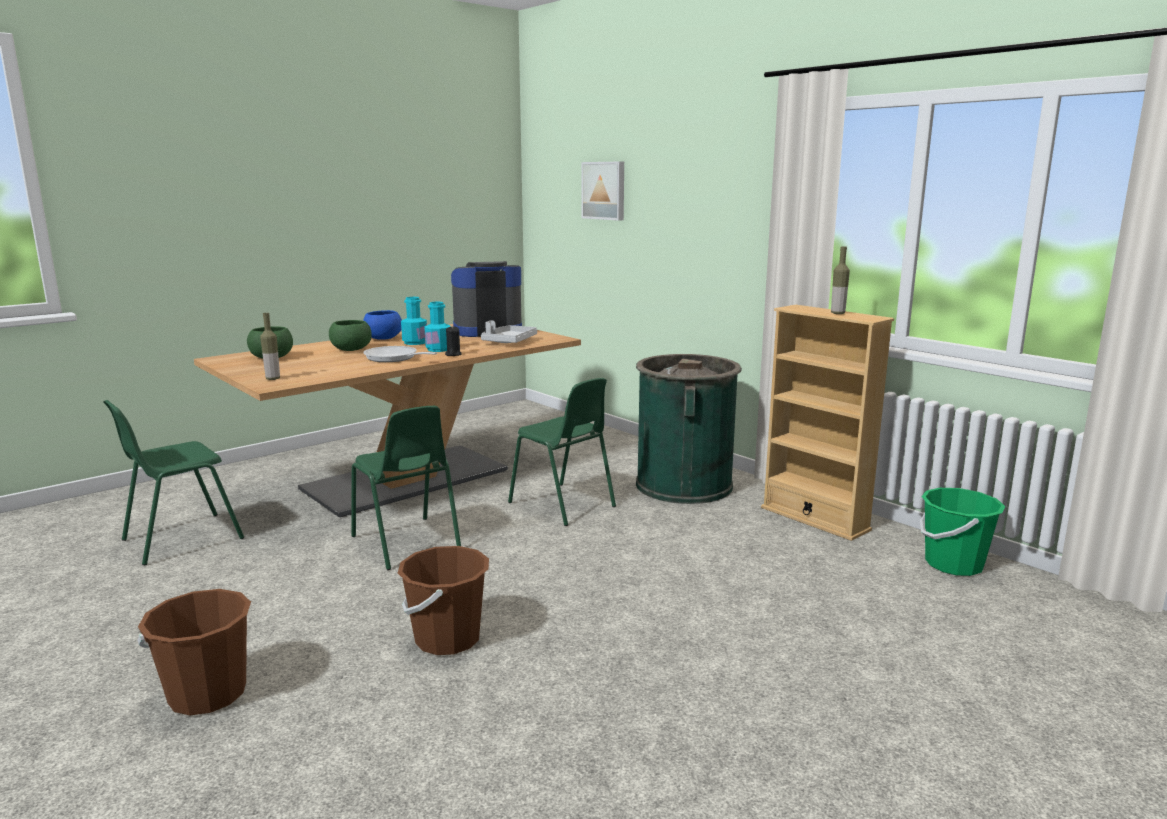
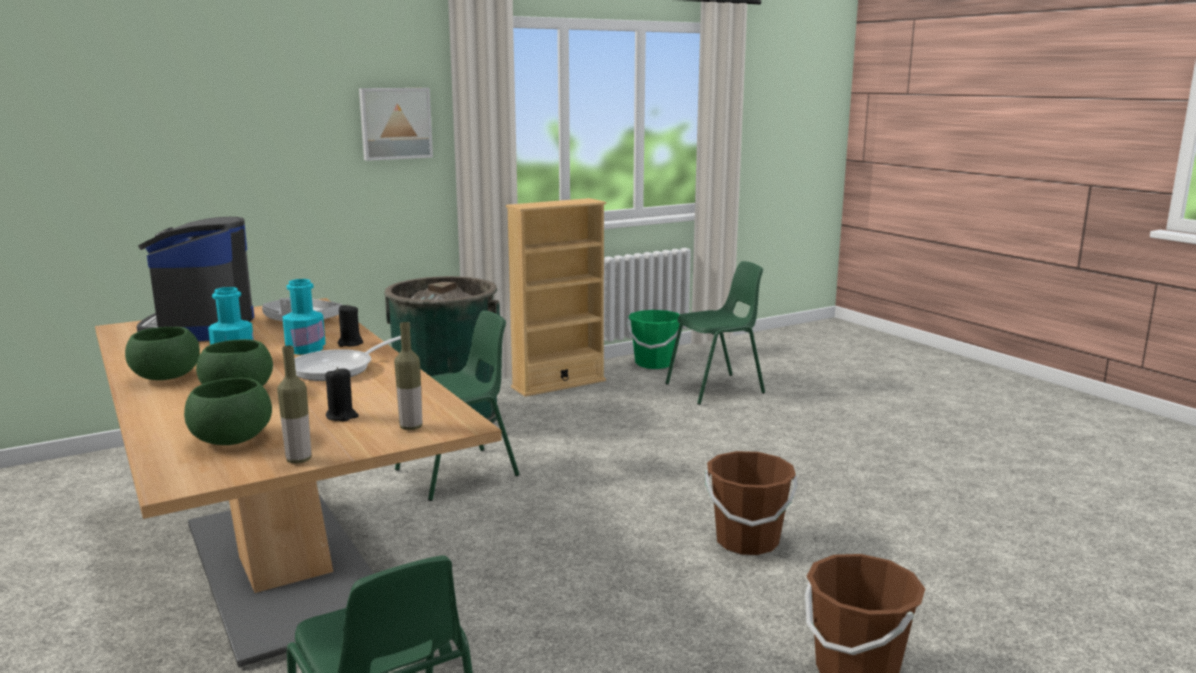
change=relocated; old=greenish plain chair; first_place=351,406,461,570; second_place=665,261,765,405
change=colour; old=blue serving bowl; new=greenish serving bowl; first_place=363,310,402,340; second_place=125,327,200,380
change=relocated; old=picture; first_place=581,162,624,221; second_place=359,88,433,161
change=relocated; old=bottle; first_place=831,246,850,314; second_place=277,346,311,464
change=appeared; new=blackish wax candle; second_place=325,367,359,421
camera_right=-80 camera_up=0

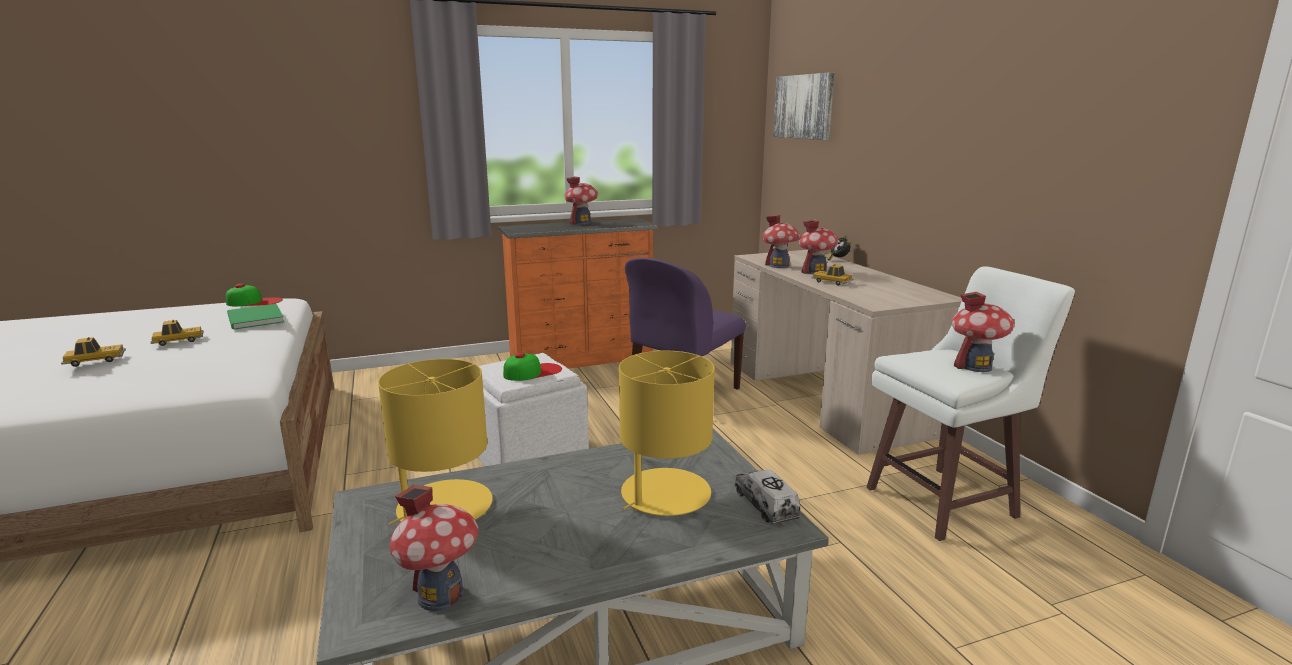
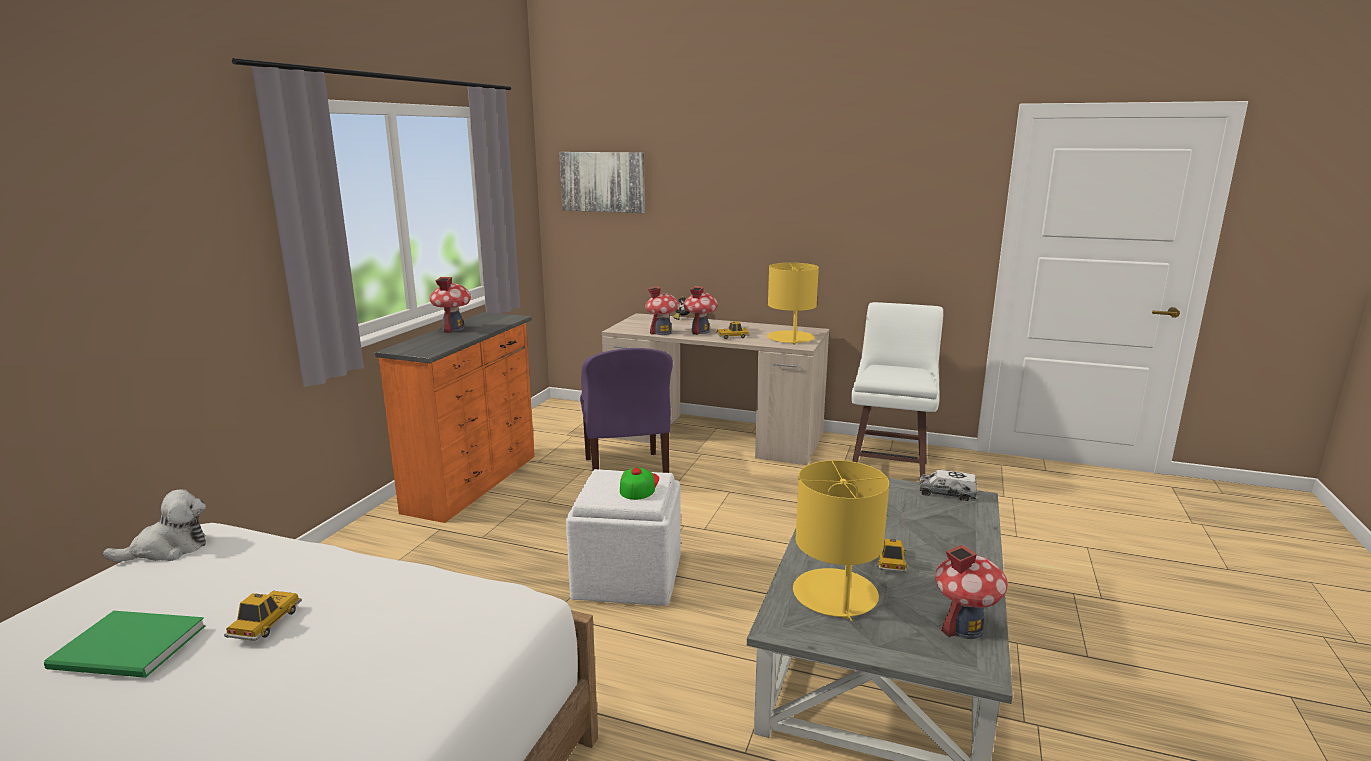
change=relocated; old=model car; first_place=61,337,126,367; second_place=877,539,907,573
change=exchanged; old=baseball cap; new=cuddly toy; first_place=226,284,283,306; second_place=103,489,206,562
change=relocated; old=greenish bound book; first_place=227,304,284,330; second_place=44,611,205,678
change=relocated; old=yellowish lamp for a table; first_place=619,351,715,516; second_place=767,263,819,345
change=missing; old=toy house; first_place=952,292,1015,372
camera_right=-50 camera_up=0

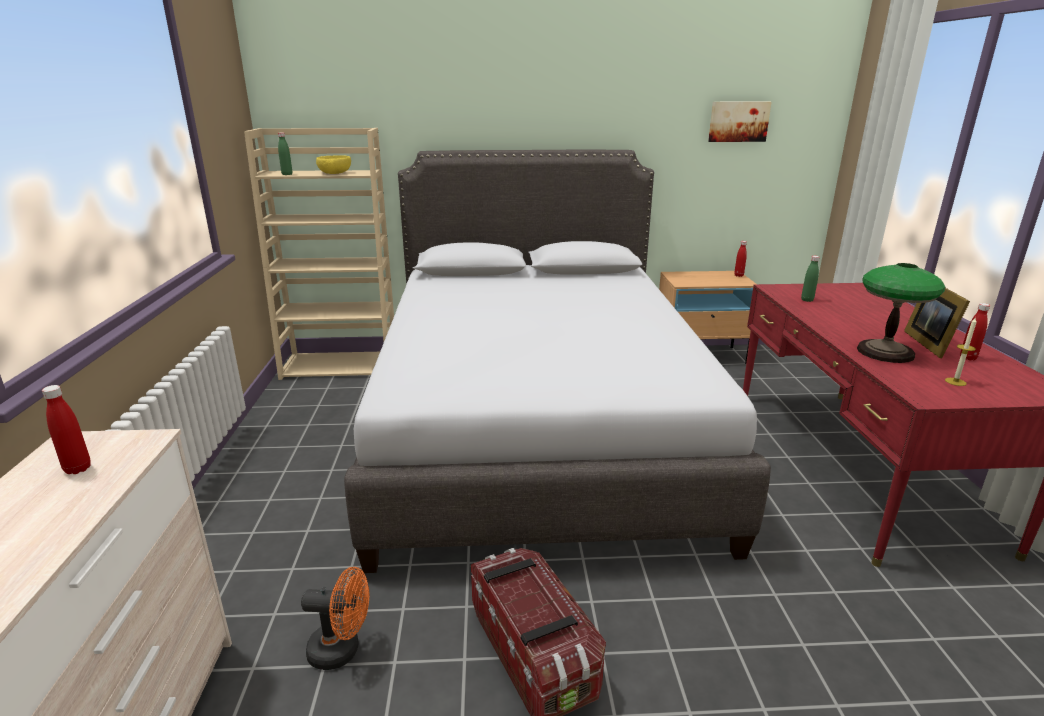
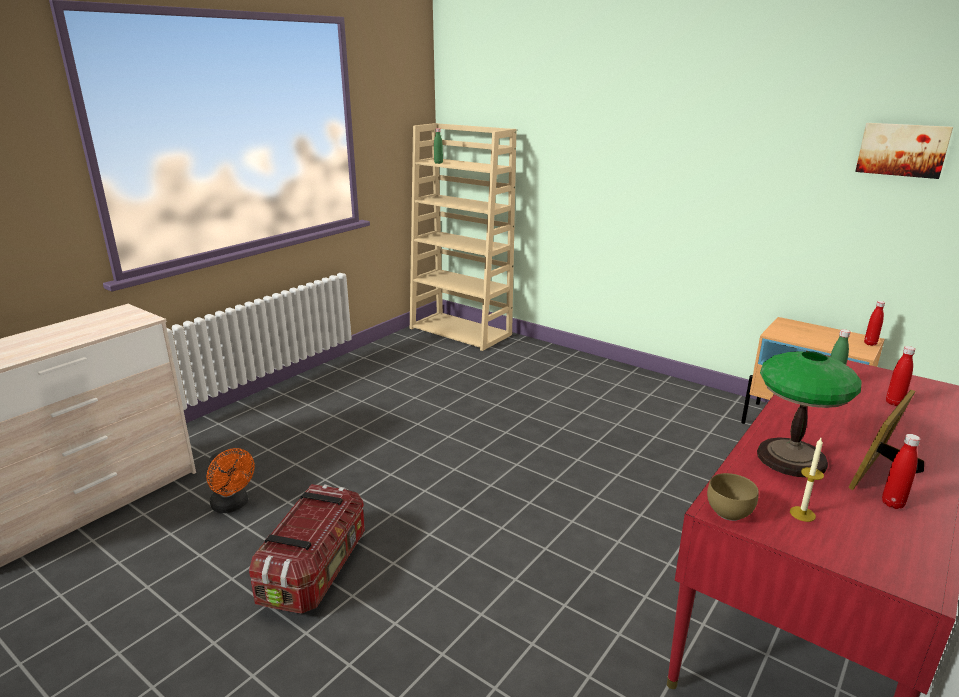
change=relocated; old=red bottle; first_place=42,385,91,474; second_place=886,346,915,406
change=missing; old=yellowish serving bowl; first_place=316,155,351,174
change=missing; old=gray sleeping bed; first_place=344,150,771,573
change=appeared; new=brown serving bowl; second_place=707,473,759,521
camera_right=40 camera_up=0

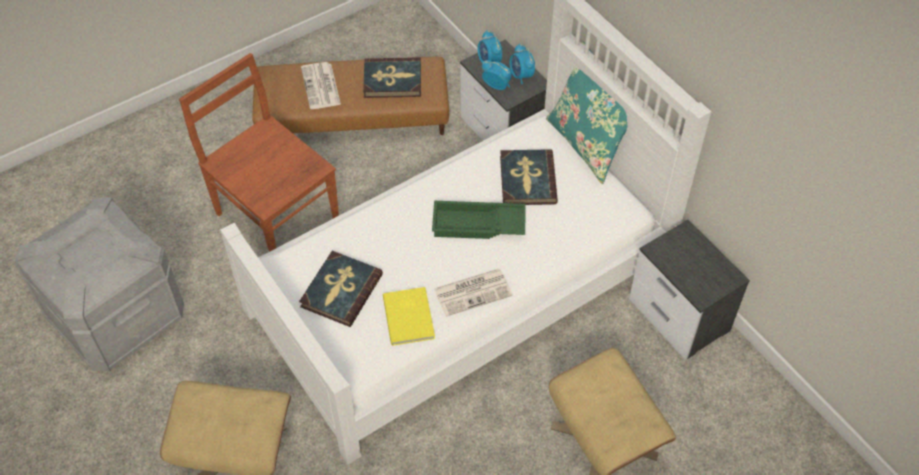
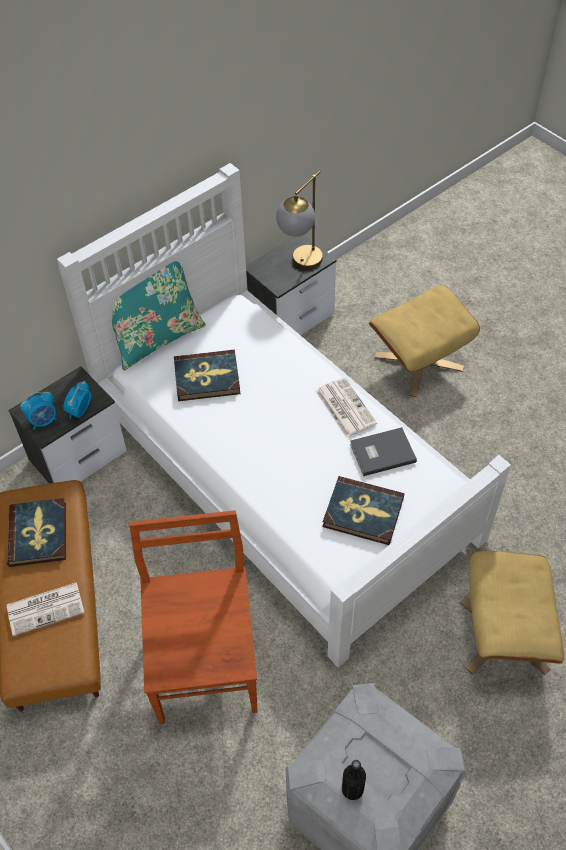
change=spun; old=brown plain chair; first_place=179,53,339,252; second_place=129,510,257,724; degrees=135
change=colour; old=yellowish bound book; new=gray bound book; first_place=383,287,435,346; second_place=350,427,417,476
change=missing; old=greenish carrying tray; first_place=432,201,526,239
change=missing; old=bedside clock; first_place=510,43,535,84
change=appeared; new=lamp for a table; second_place=276,171,323,269
change=appeared; new=blackish bottle; second_place=342,760,366,800
camera_right=-95 camera_up=0

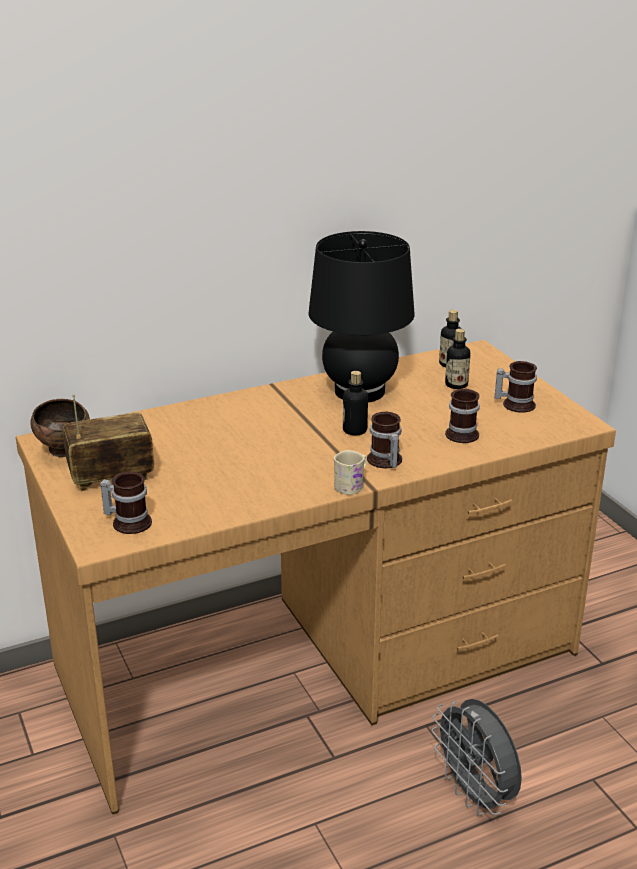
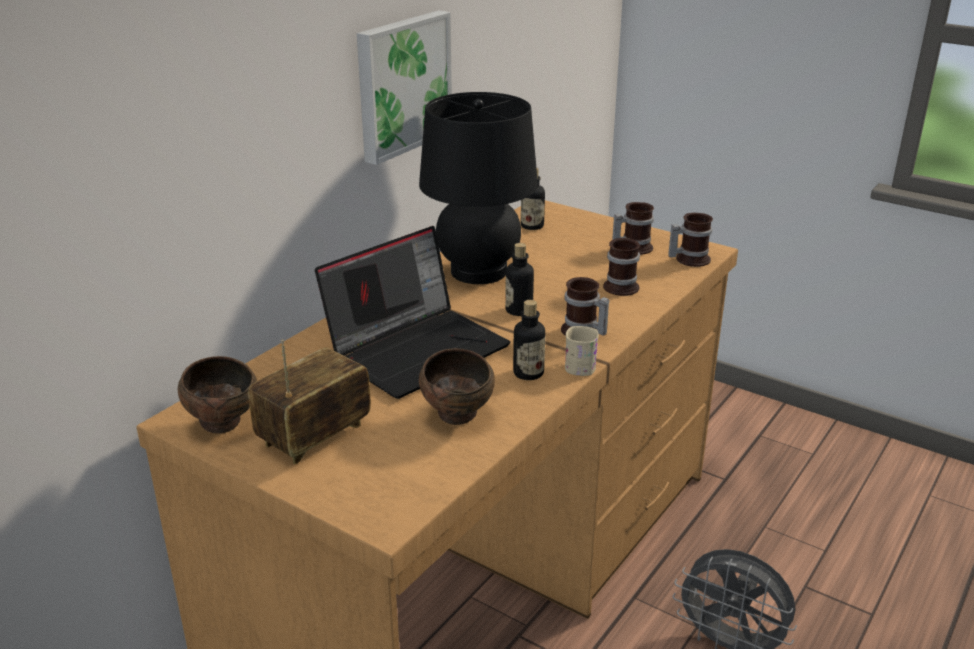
change=relocated; old=tea mug; first_place=100,471,152,534; second_place=668,213,713,267
change=relocated; old=bottle; first_place=445,329,470,389; second_place=513,300,545,380
change=appeared; new=notebook computer; second_place=315,226,510,399
change=appeared; new=picture; second_place=357,10,452,165
change=appeared; new=brown serving bowl; second_place=419,348,495,425
camera_right=-30 camera_up=0

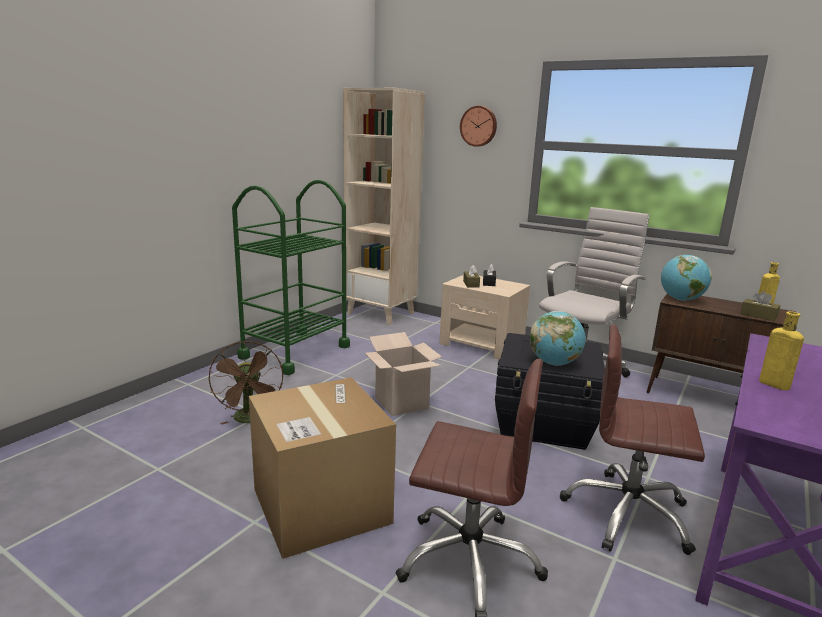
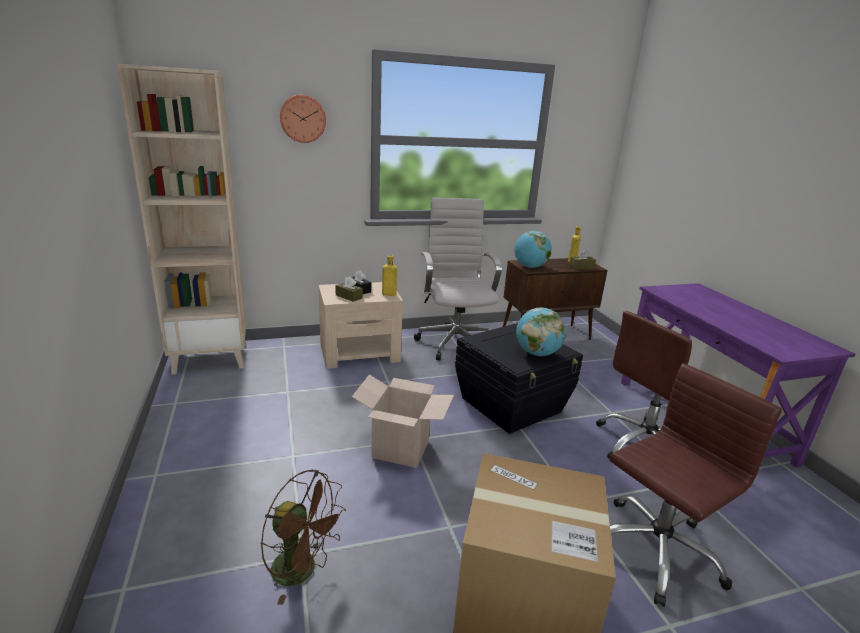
change=missing; old=greenish cart; first_place=232,180,350,375
change=relocated; old=yellowish bottle; first_place=759,311,804,390; second_place=382,255,397,296
camera_right=-50 camera_up=5

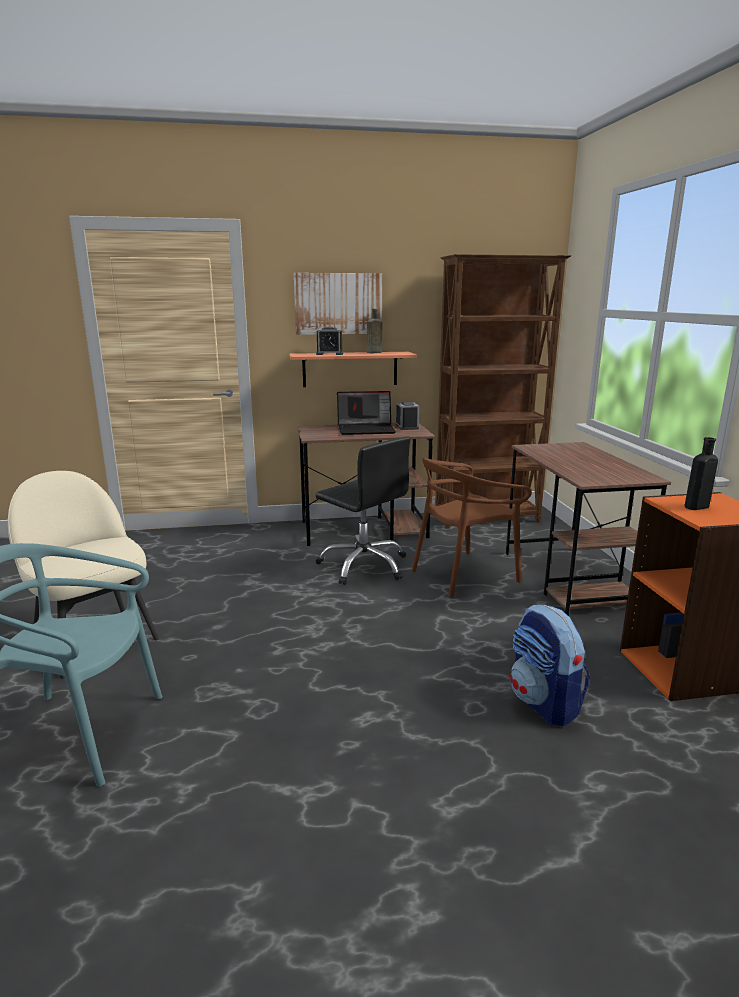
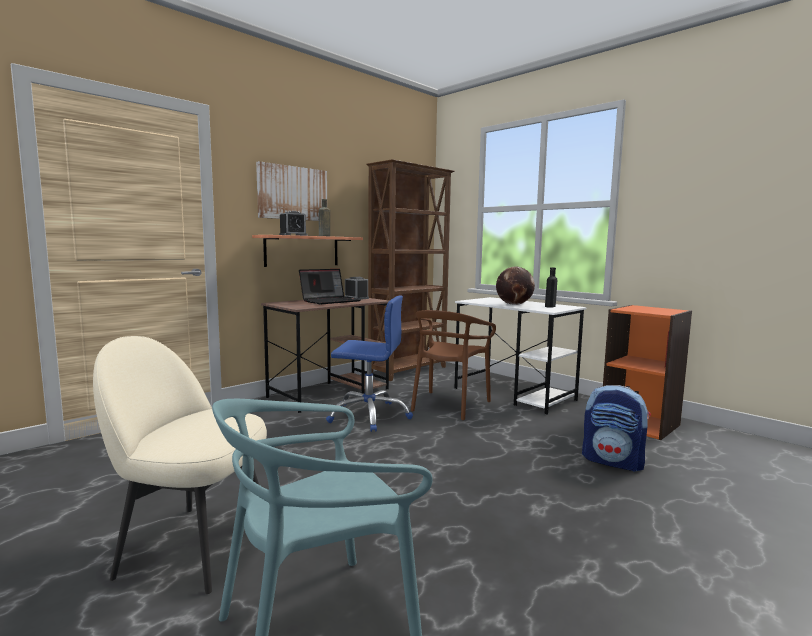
change=colour; old=blackish office chair; new=blue office chair; first_place=316,436,411,585; second_place=326,295,413,432
change=colour; old=brown desk; new=white desk; first_place=506,442,671,616; second_place=455,297,586,415
change=relocated; old=blackish bottle; first_place=685,437,718,510; second_place=545,267,557,308
change=appeared; new=globe; second_place=496,267,535,305
camera_right=-35 camera_up=-10

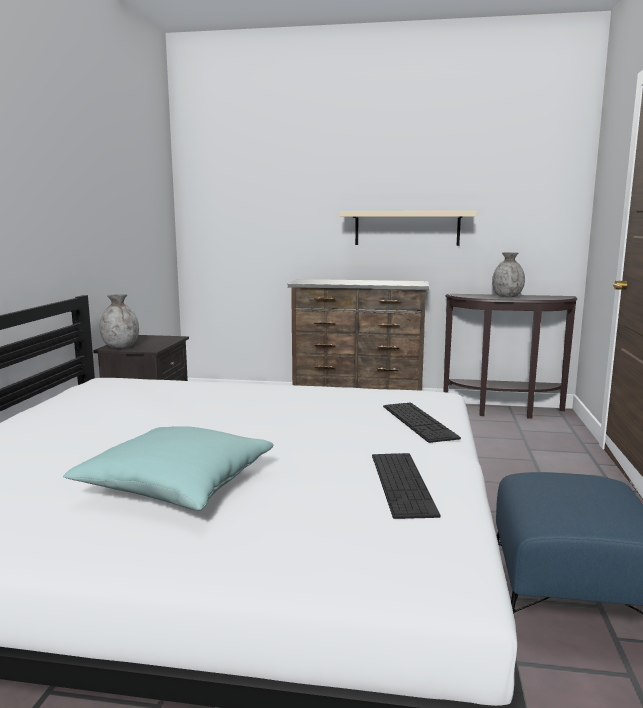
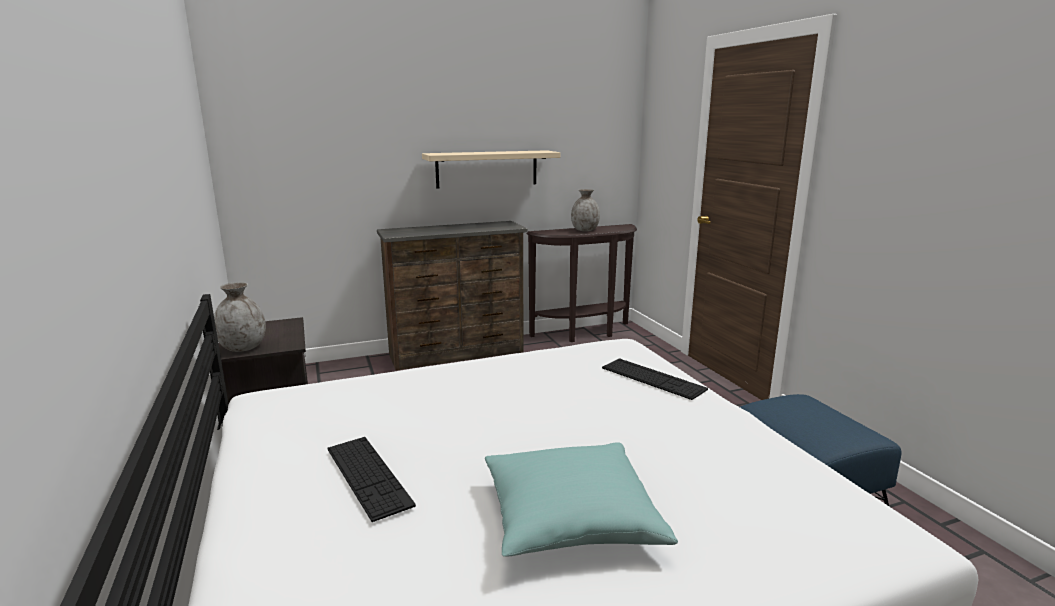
change=relocated; old=PC keyboard; first_place=372,453,440,519; second_place=327,437,416,522
camera_right=-30 camera_up=5

